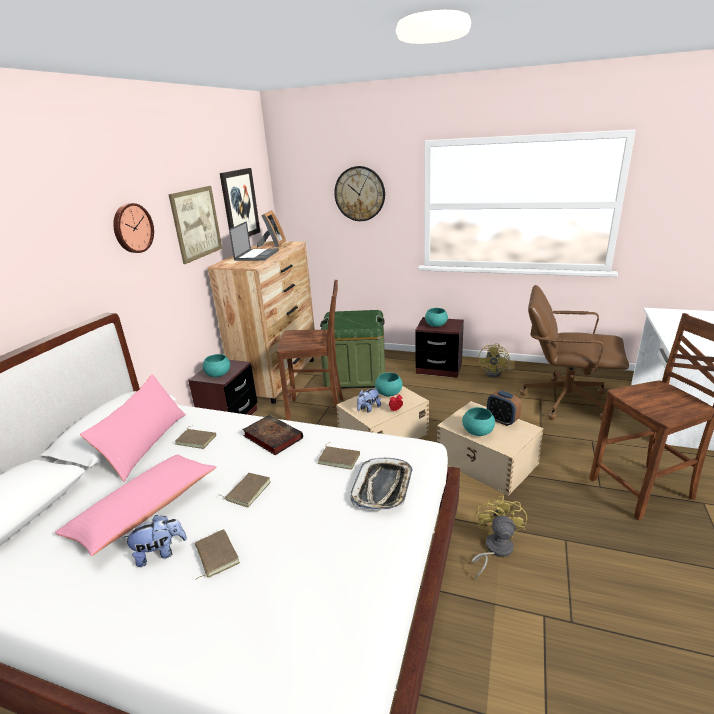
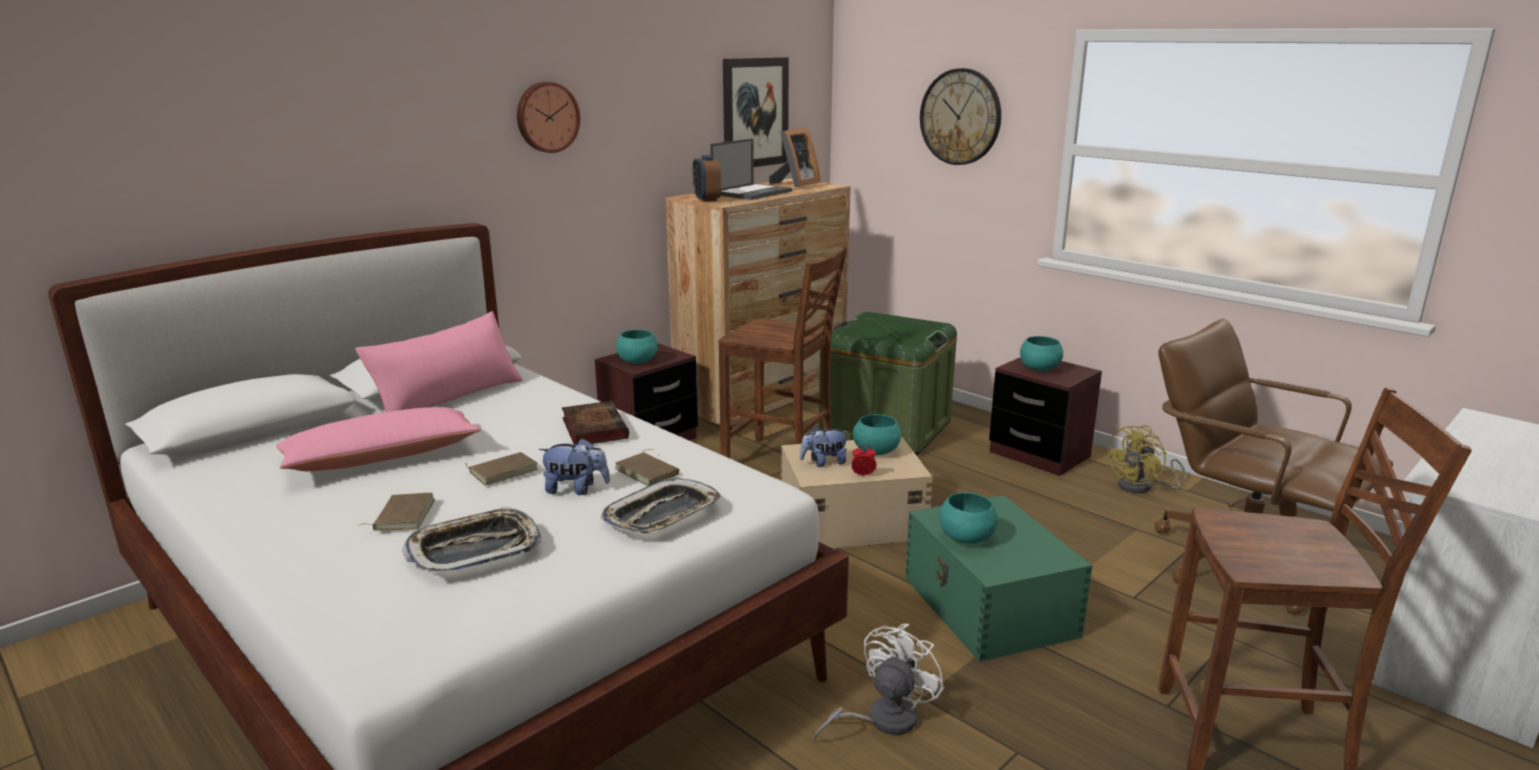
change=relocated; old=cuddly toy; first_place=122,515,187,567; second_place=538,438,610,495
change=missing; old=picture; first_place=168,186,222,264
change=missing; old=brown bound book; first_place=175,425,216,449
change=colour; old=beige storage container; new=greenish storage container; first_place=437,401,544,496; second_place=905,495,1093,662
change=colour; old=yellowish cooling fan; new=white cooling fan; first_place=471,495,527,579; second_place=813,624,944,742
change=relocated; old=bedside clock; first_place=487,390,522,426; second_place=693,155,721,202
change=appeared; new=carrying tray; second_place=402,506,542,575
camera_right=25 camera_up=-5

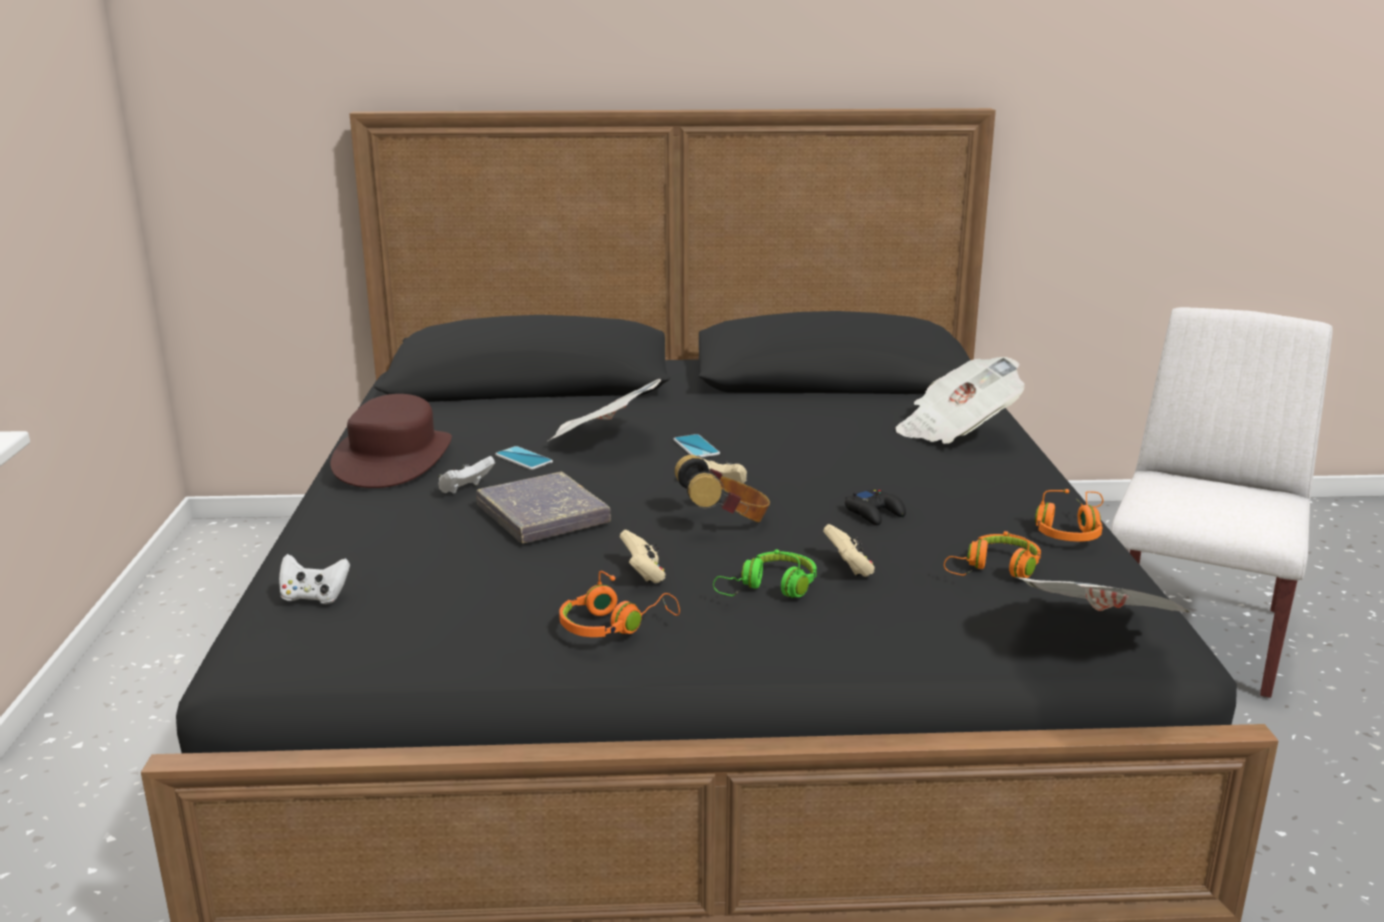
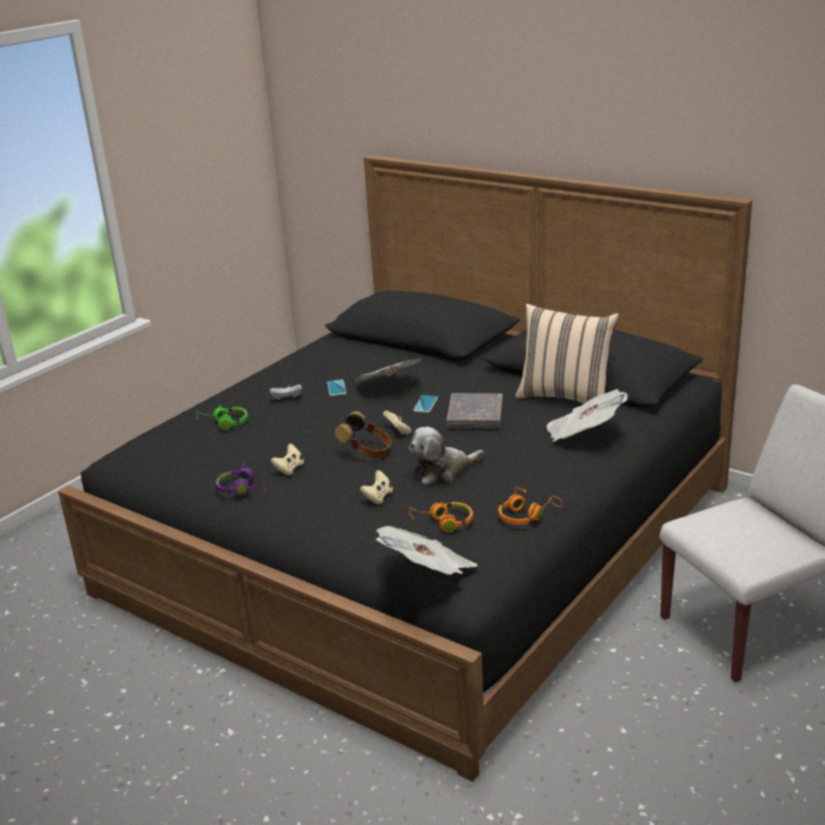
change=missing; old=white joypad; first_place=279,554,350,604
change=missing; old=brown clothing hat; first_place=330,394,452,488
change=relocated; old=gray bound book; first_place=476,471,611,543; second_place=446,393,503,428
change=colour; old=orangey headphones; new=purplish headphones; first_place=559,571,680,637; second_place=215,461,267,495
change=relocated; old=greenish headphones; first_place=713,549,817,598; second_place=196,405,248,430
change=exchanged; old=blackish joypad; new=cuddly toy; first_place=845,489,906,525; second_place=409,427,484,486
change=appeared; new=beige pillow; second_place=515,304,619,404
camera_right=40 camera_up=5

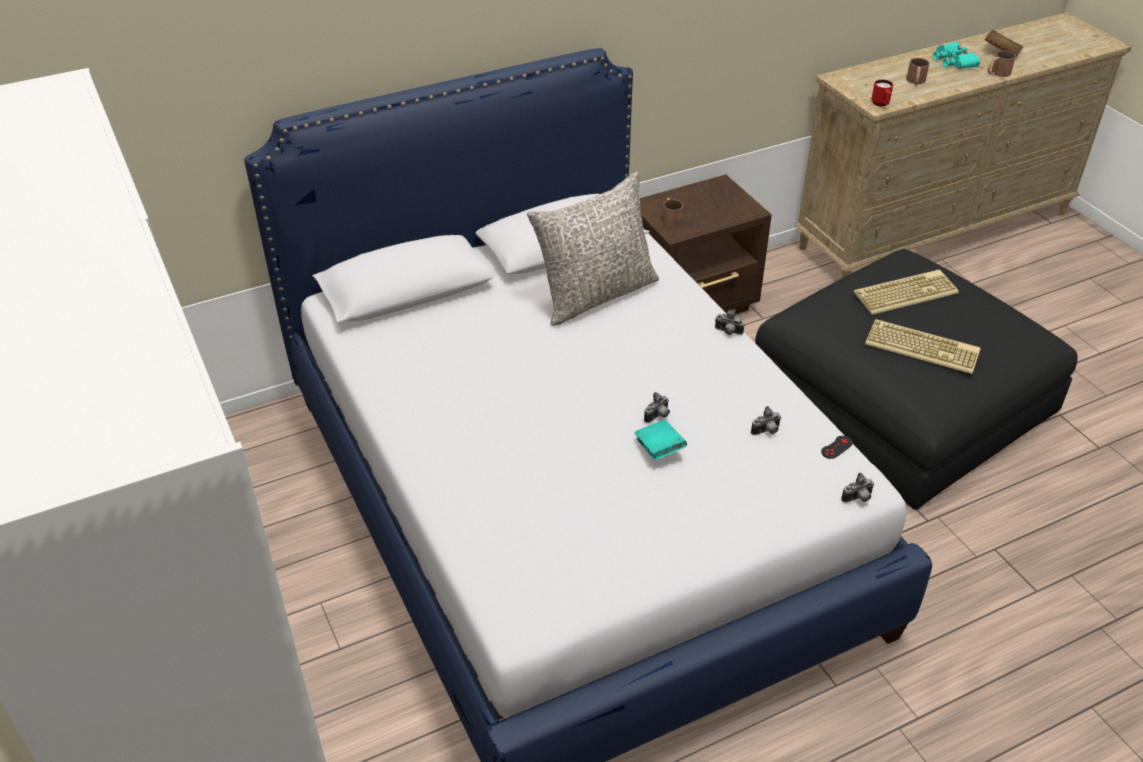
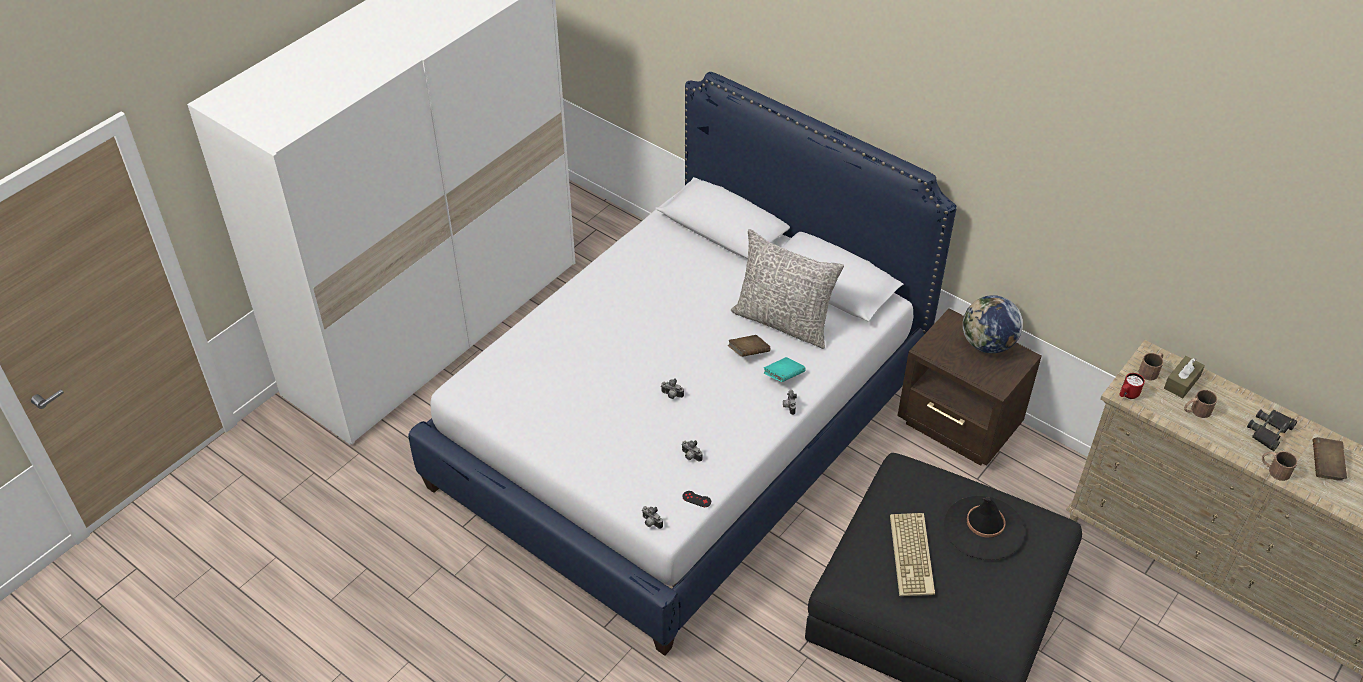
change=relocated; old=blue-green bound book; first_place=634,420,687,461; second_place=764,357,806,382
change=relocated; old=brown tea mug; first_place=663,198,683,227; second_place=1139,353,1163,381
change=exchanged; old=PC keyboard; new=blackish clothing hat; first_place=854,269,959,315; second_place=944,496,1025,560
change=colour; old=blue-green pair of binoculars; new=blackish pair of binoculars; first_place=933,42,980,69; second_place=1247,409,1297,451
change=appeared; new=brown bound book; second_place=728,335,770,357
change=appeared; new=globe; second_place=963,295,1023,353
change=appeared; new=brown tissue box; second_place=1164,356,1205,398
camera_right=65 camera_up=5

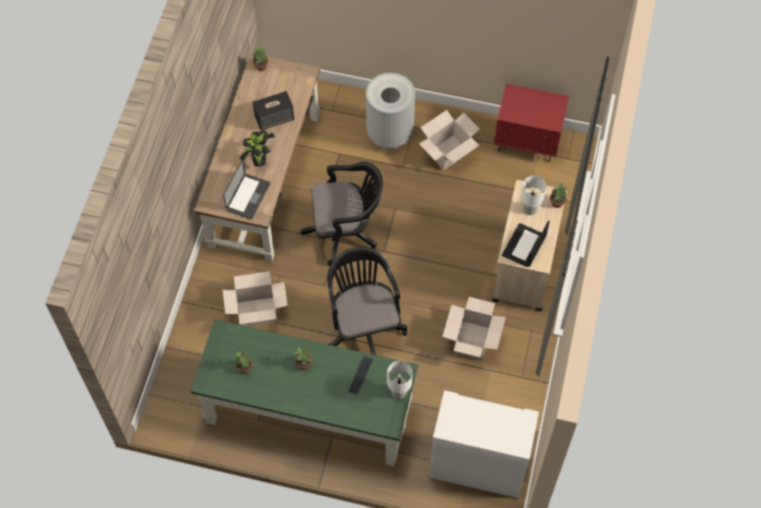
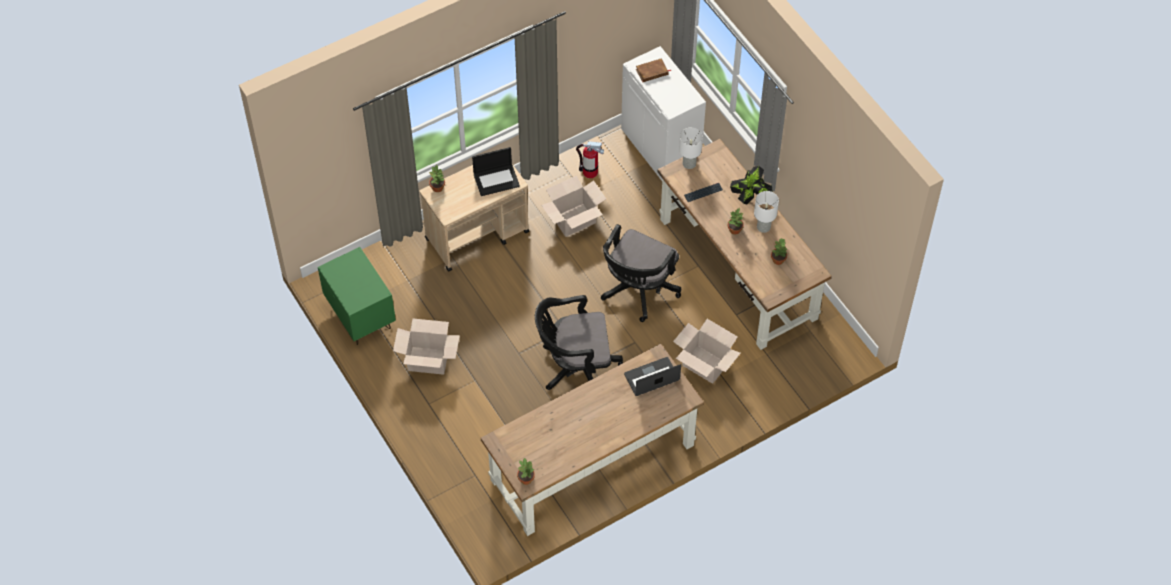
change=colour; old=greenish desk; new=brown desk; first_place=190,319,418,466; second_place=658,139,832,350
change=relocated; old=potted plant; first_place=239,130,275,167; second_place=730,166,773,205
change=missing; old=audio speaker; first_place=253,91,294,130
change=spun; old=blackish office chair; first_place=300,162,383,266; second_place=535,295,623,390; degrees=-45
change=missing; old=gray trash can; first_place=366,73,415,149
change=colour; old=red nightstand; new=greenish nightstand; first_place=494,84,569,162; second_place=318,247,396,345
change=relocated; old=white lamp for a table; first_place=521,175,547,215; second_place=754,191,779,233
change=appeared; new=fire-fighting cylinder; second_place=576,141,604,178
change=appeared; new=brown bound book; second_place=636,58,671,82
camera_right=-135 camera_up=-5

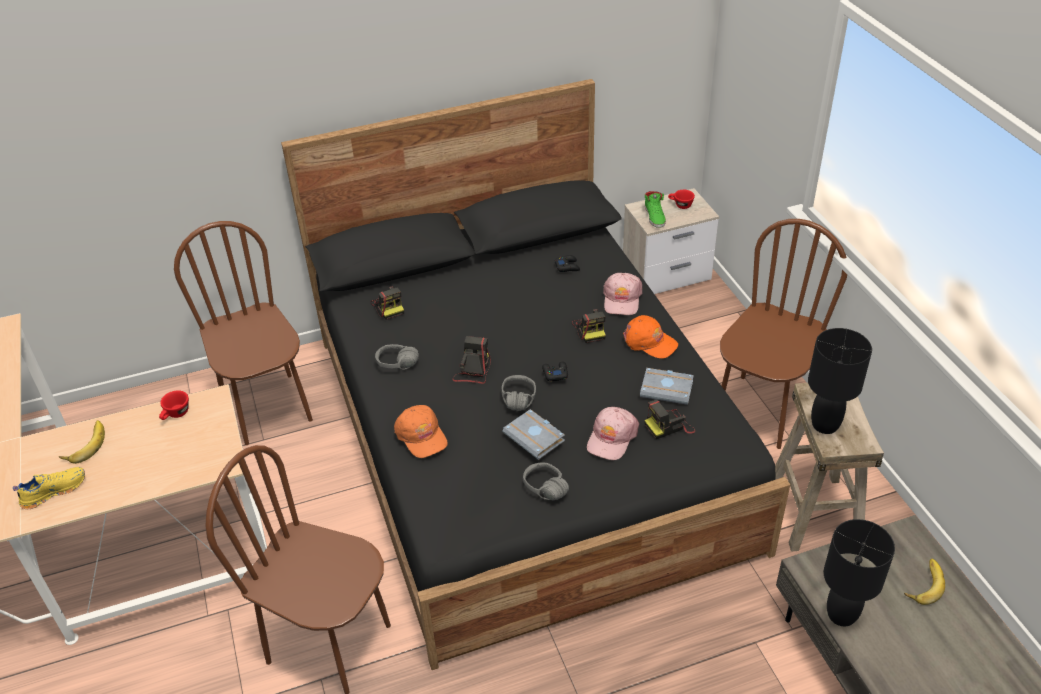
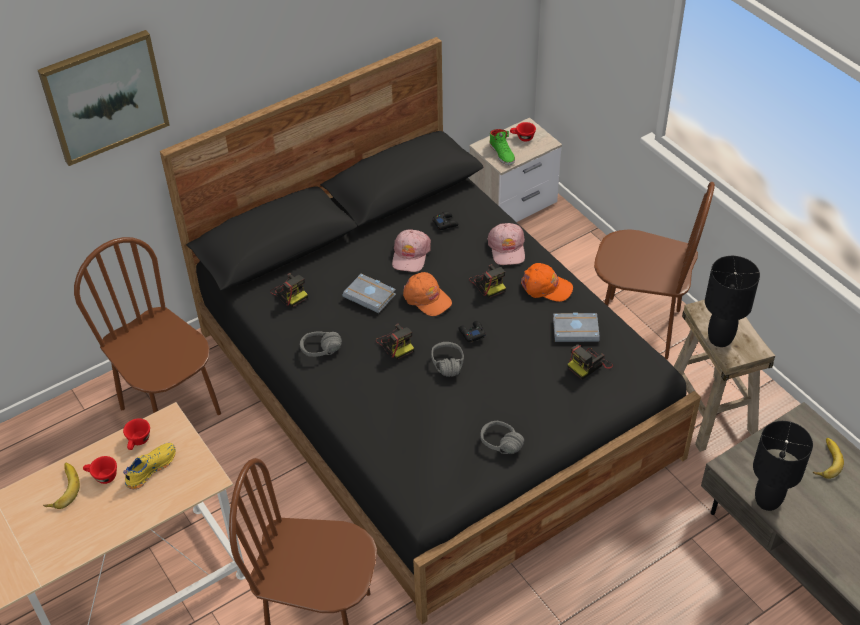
change=relocated; old=yellowish low shoe; first_place=13,467,85,509; second_place=123,443,176,489
change=relocated; old=orangey baseball cap; first_place=394,405,448,458; second_place=403,272,452,316
change=spun; old=still camera; first_place=452,336,491,384; second_place=376,323,414,360; degrees=150
change=relocated; old=gray bound book; first_place=502,409,565,460; second_place=343,274,396,313
change=relocated; old=pink-coloured baseball cap; first_place=587,407,639,460; second_place=392,229,431,272
change=spun; old=brown plain chair; first_place=720,219,847,449; second_place=594,182,715,359; degrees=90
change=appeared; new=picture; second_place=38,30,170,166
change=appeared; new=red drinking cup; second_place=83,456,117,484
camera_right=-15 camera_up=5

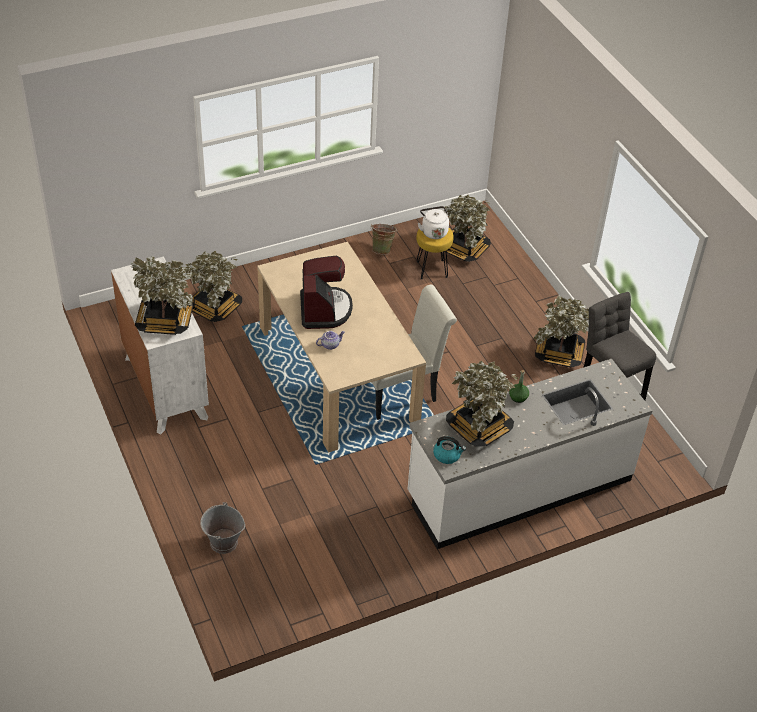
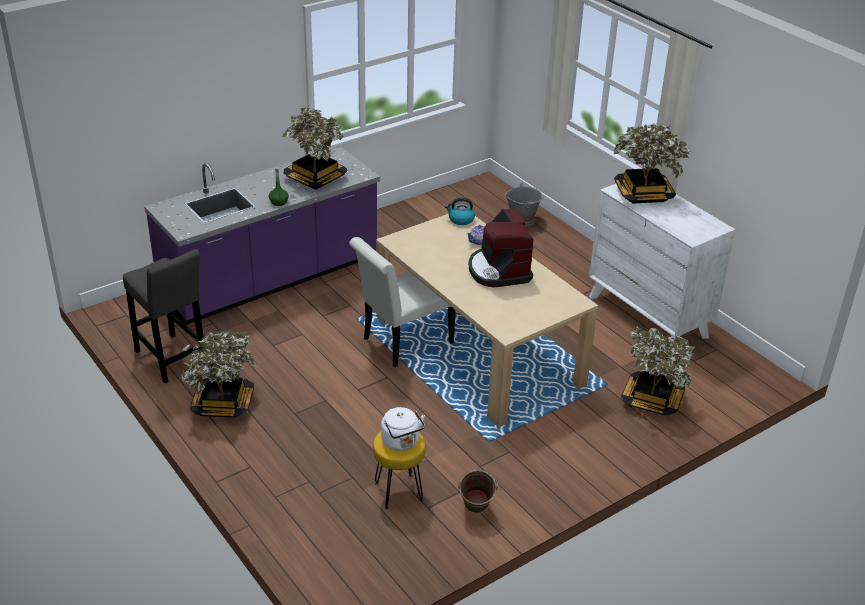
change=colour; old=white kitchen base unit; new=purplish kitchen base unit; first_place=408,359,653,549; second_place=144,147,380,325
change=relocated; old=tea kettle; first_place=433,436,466,464; second_place=445,197,475,225
change=missing; old=potted plant; first_place=444,195,491,262
camera_right=170 camera_up=-10

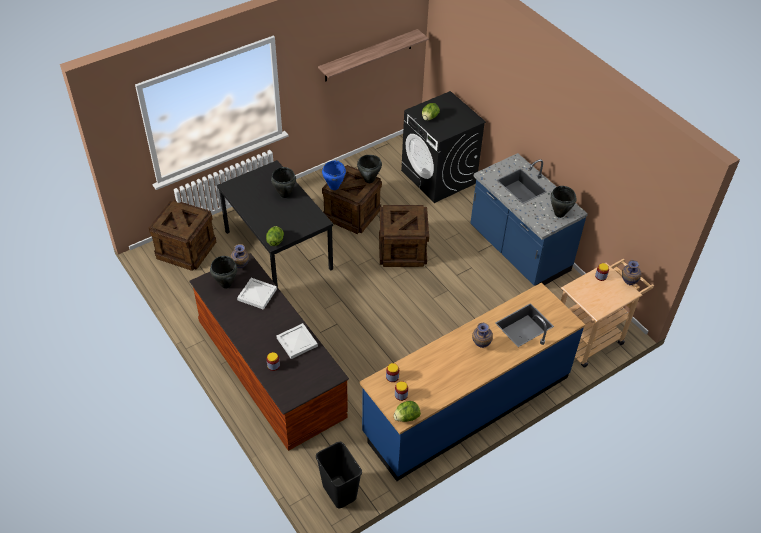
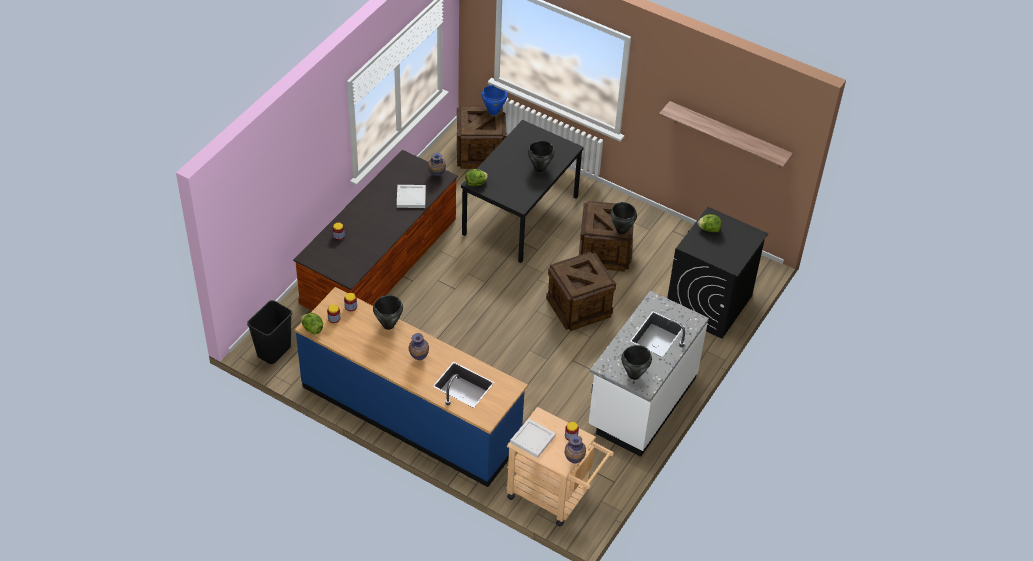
change=relocated; old=blackish saucepot; first_place=210,256,237,288; second_place=373,295,403,330
change=relocated; old=white carrying tray; first_place=276,323,318,359; second_place=510,418,556,458
change=relocated; old=blue saucepot; first_place=322,161,346,190; second_place=482,85,507,115
change=colour; old=blue kitchen base unit; new=white kitchen base unit; first_place=470,153,588,286; second_place=589,290,709,457
camera_right=65 camera_up=0

